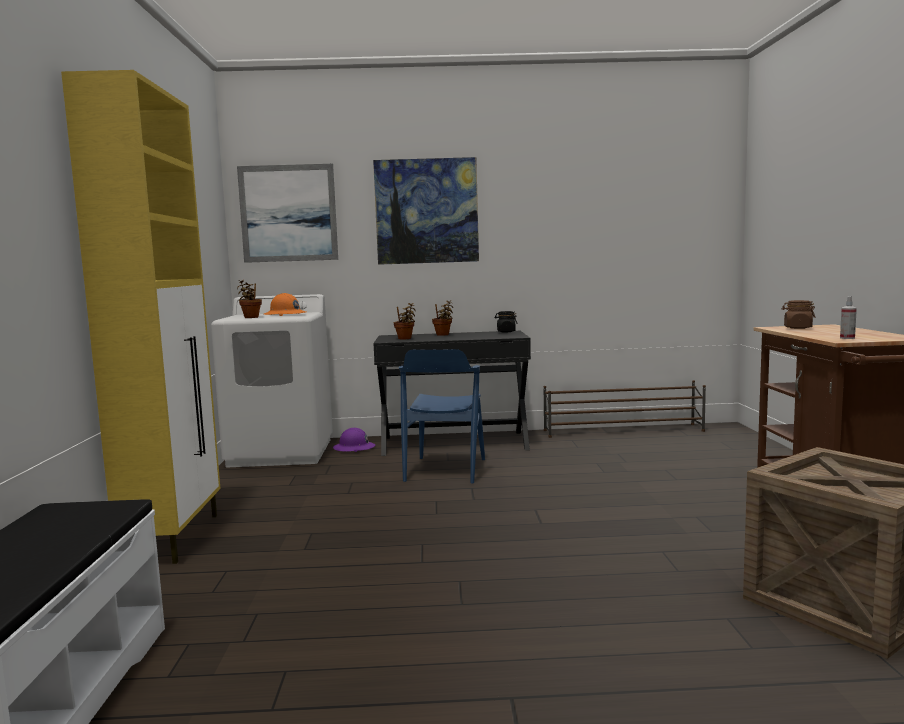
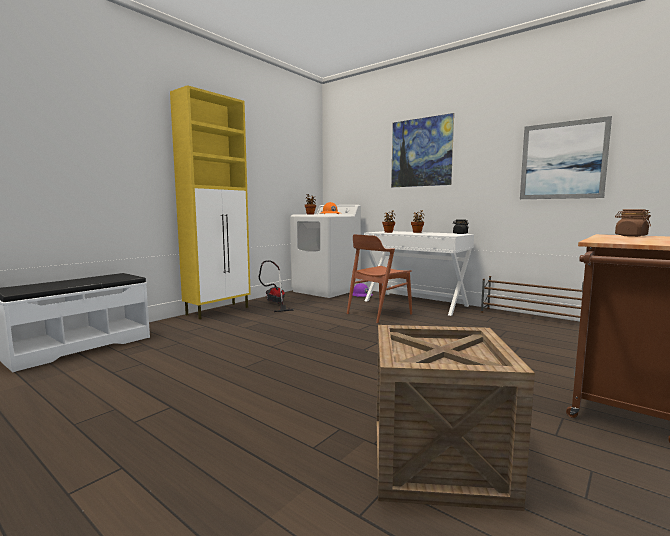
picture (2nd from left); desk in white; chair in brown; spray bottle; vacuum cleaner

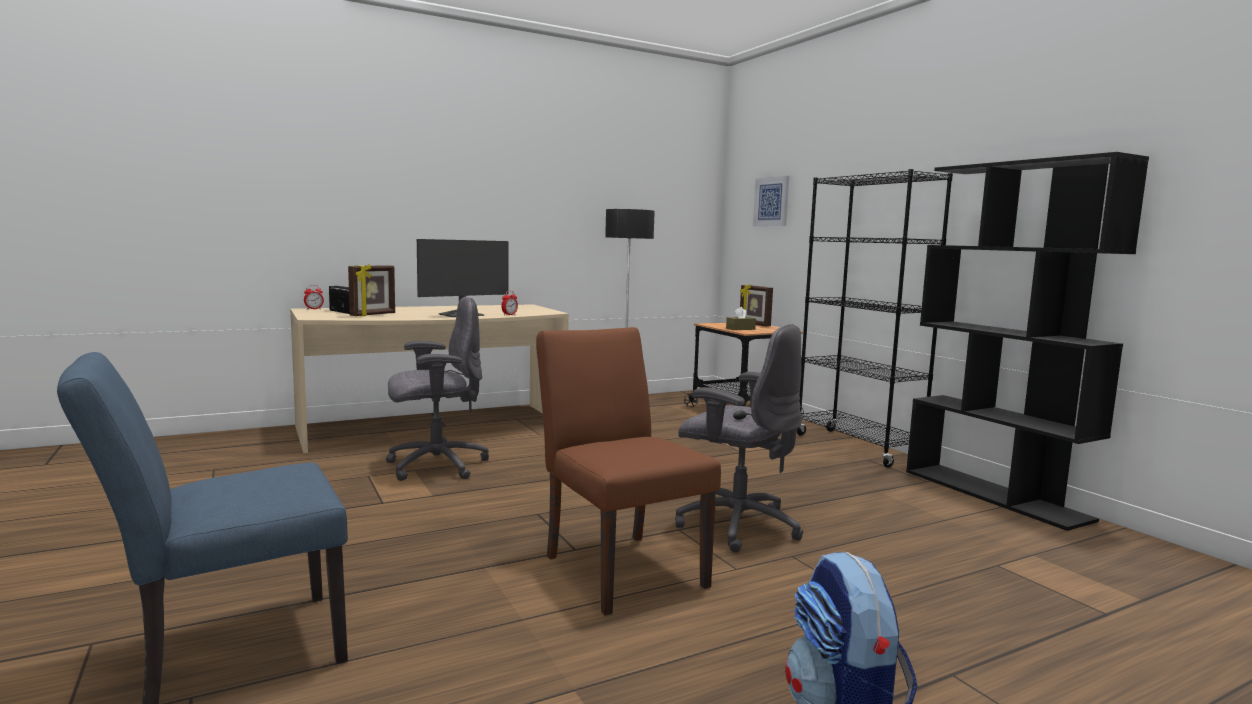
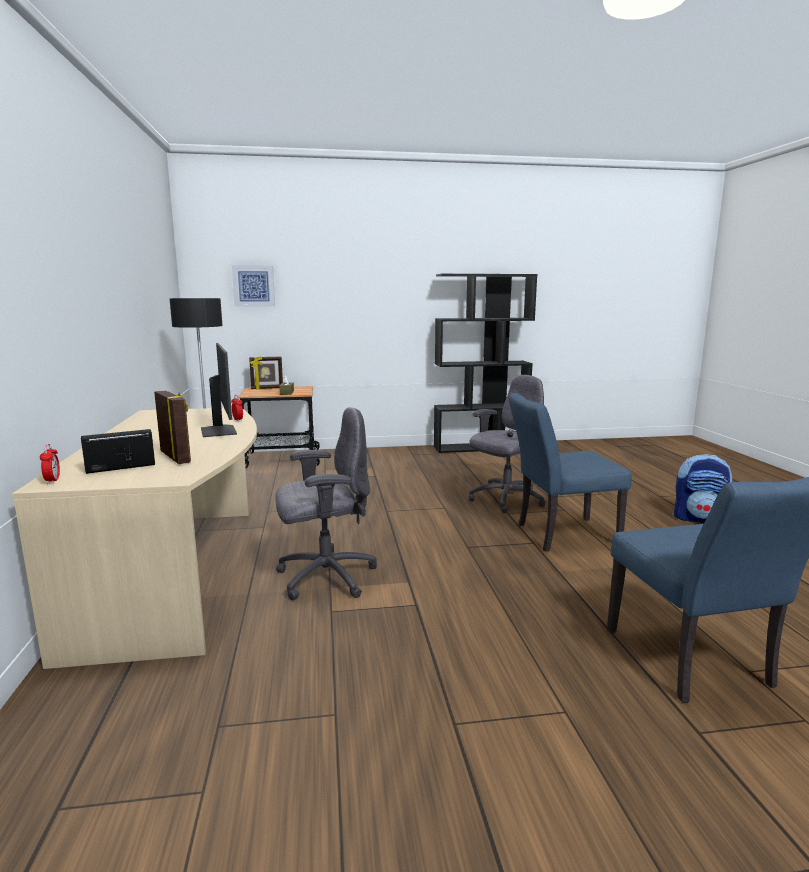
office chair in grey (1st from left); chair in blue (1st from left); bookcase in black (1st from left in the first image)

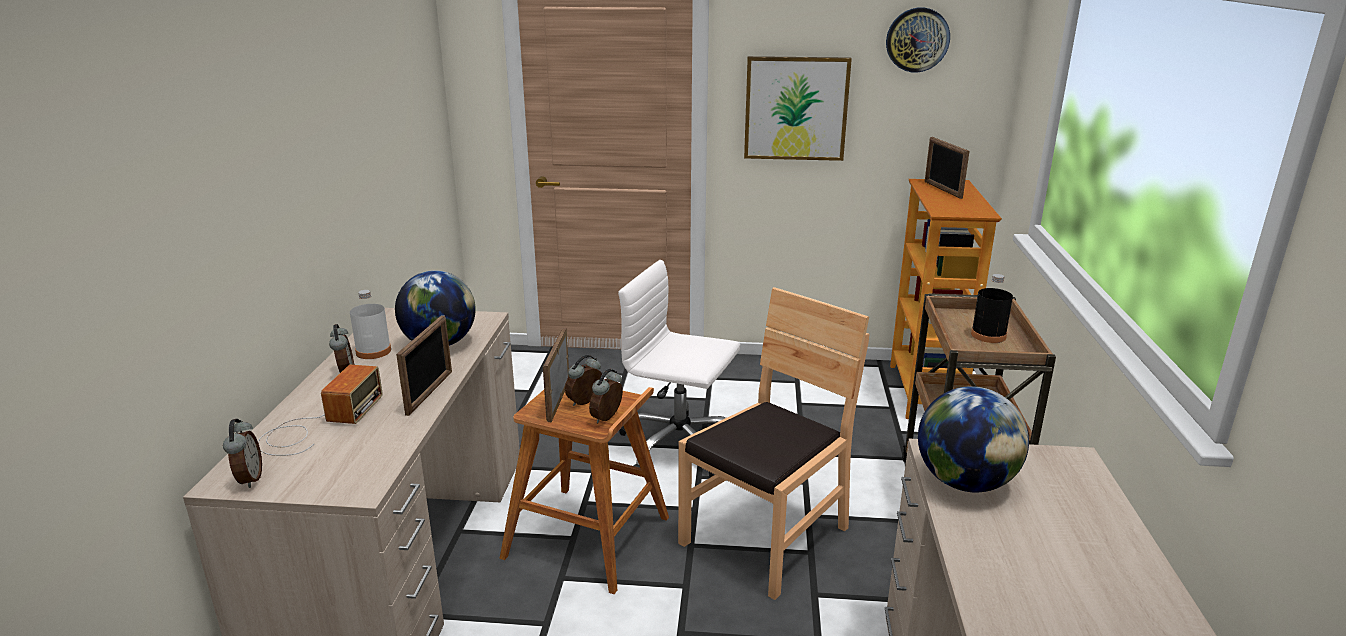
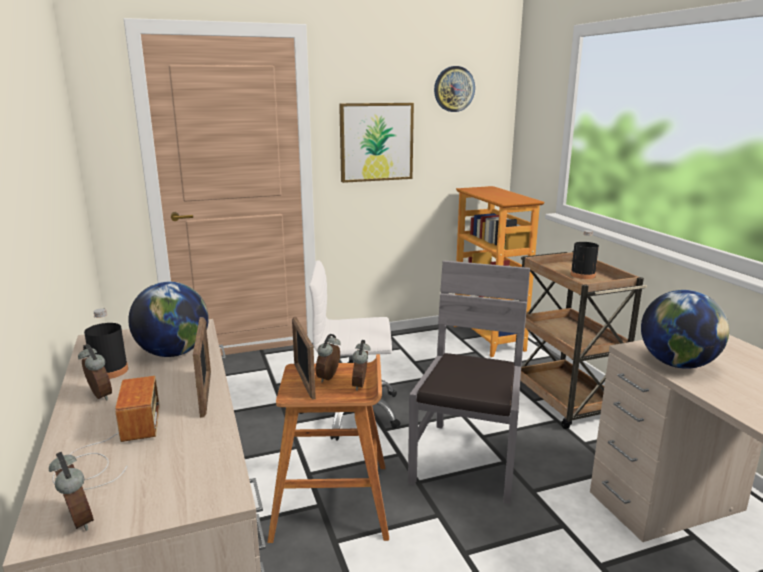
bottle in black (1st from left); chair in grey; picture frame (3rd from left in the first image)

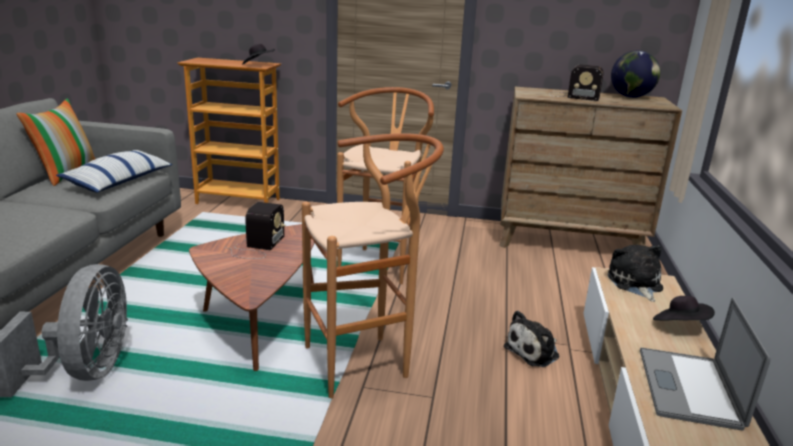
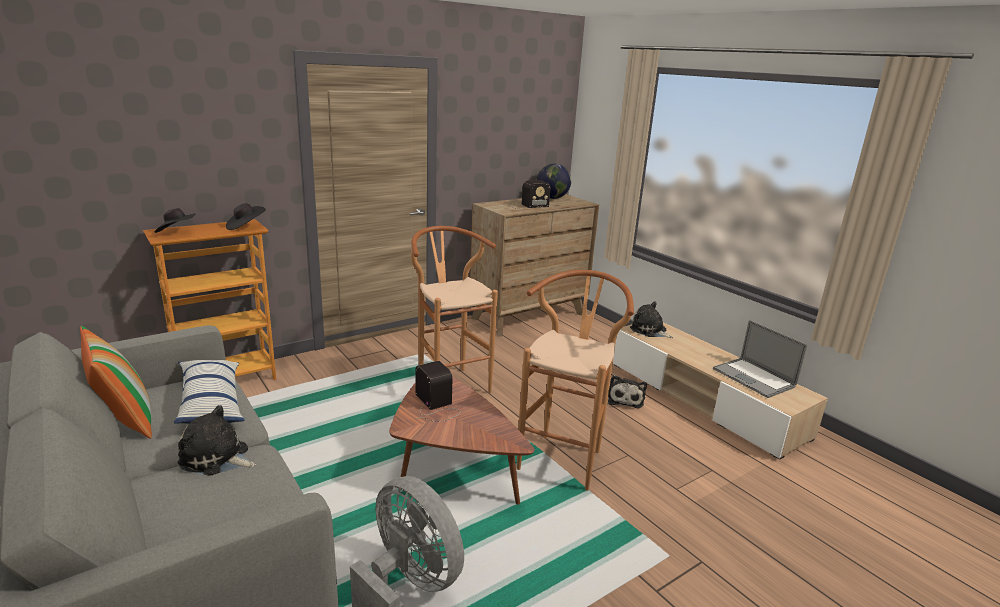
hat in black (1st from left); plush toy (1st from left)

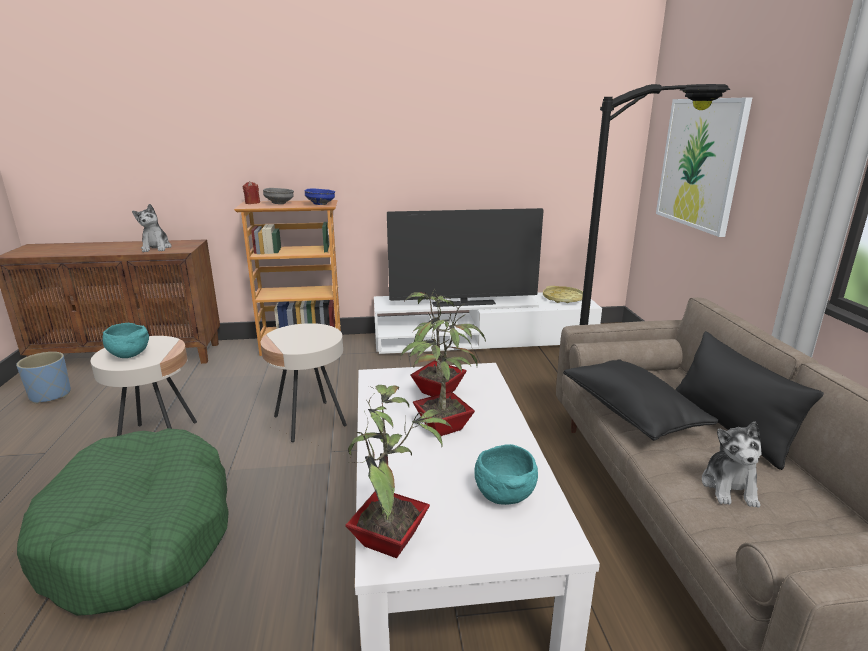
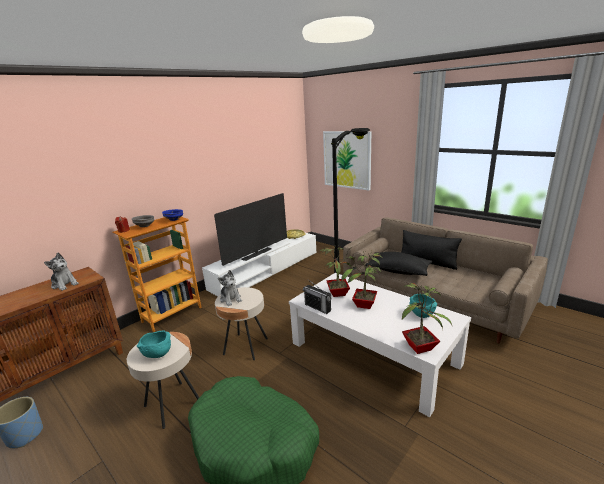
plush toy (2nd from left); radio

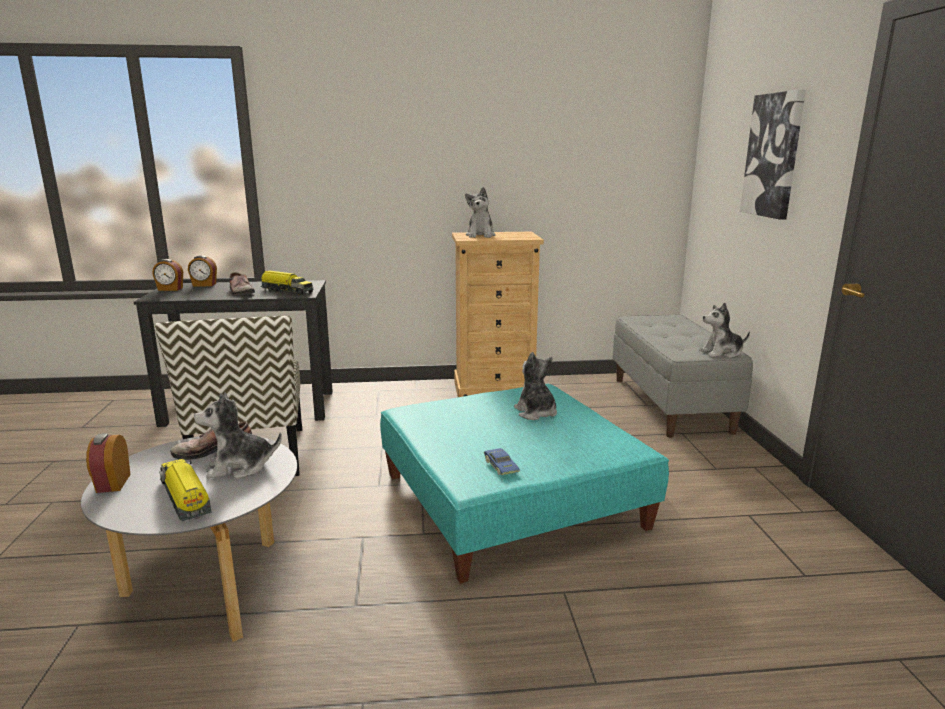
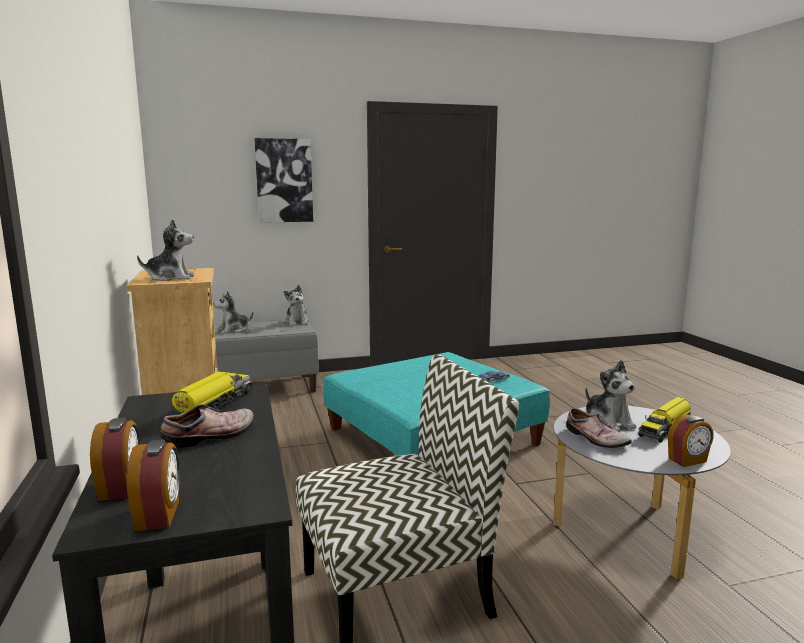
plush toy (2nd from left)

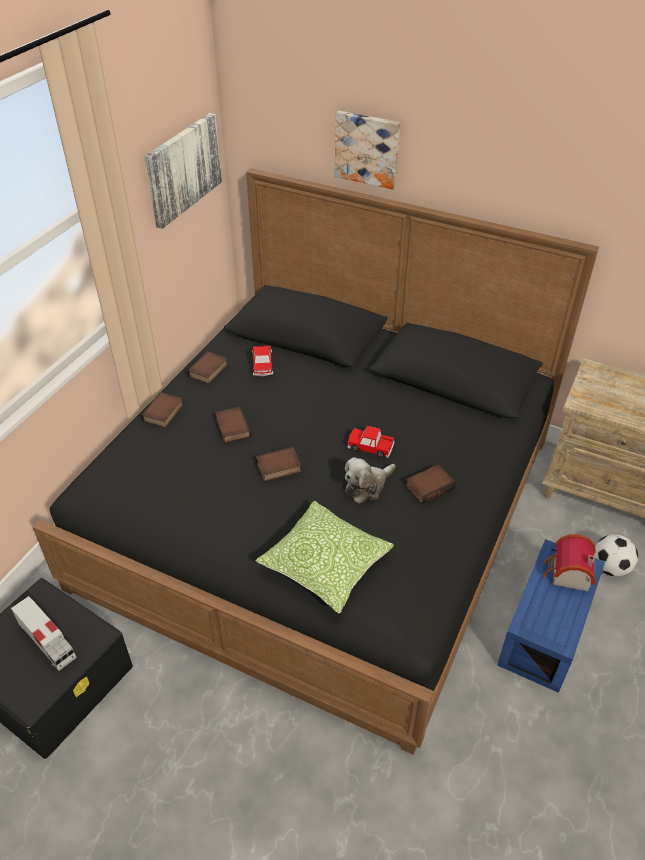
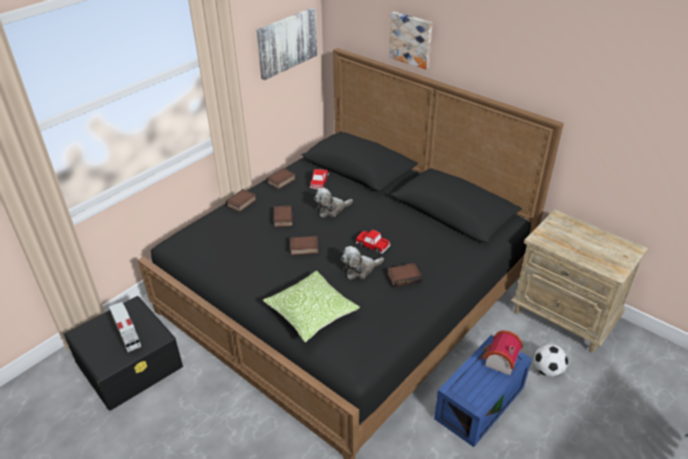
plush toy (1st from left)

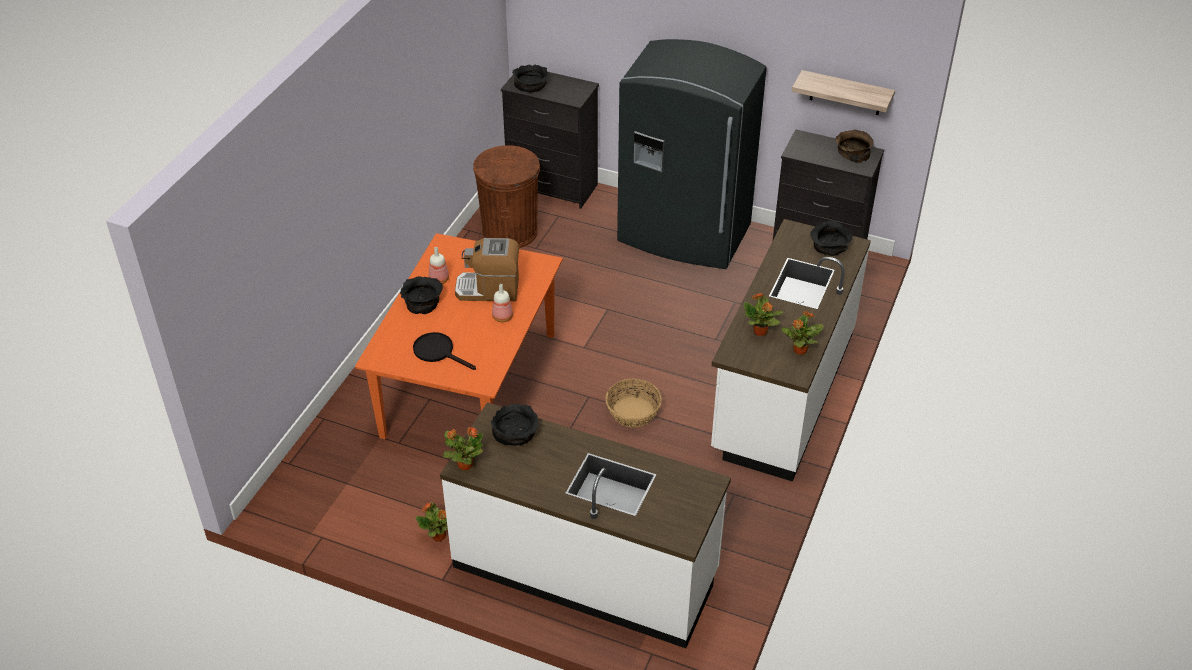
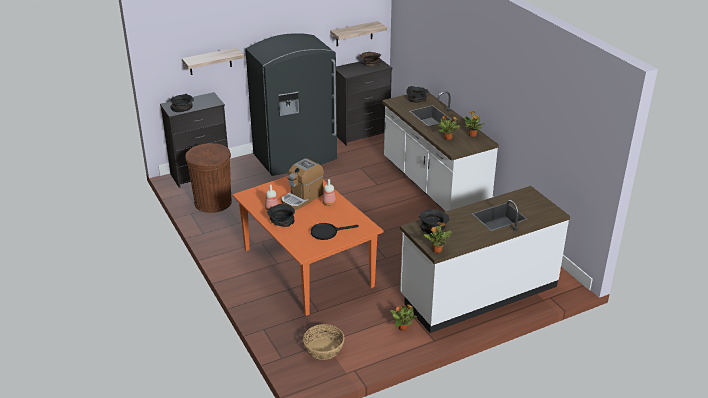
basket; shelf (1st from left)

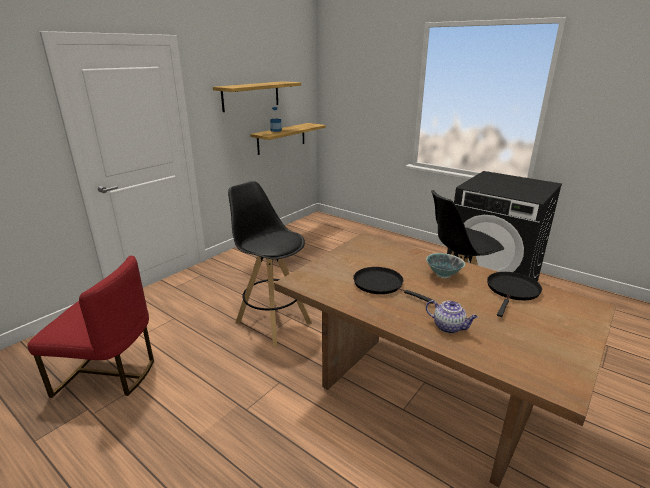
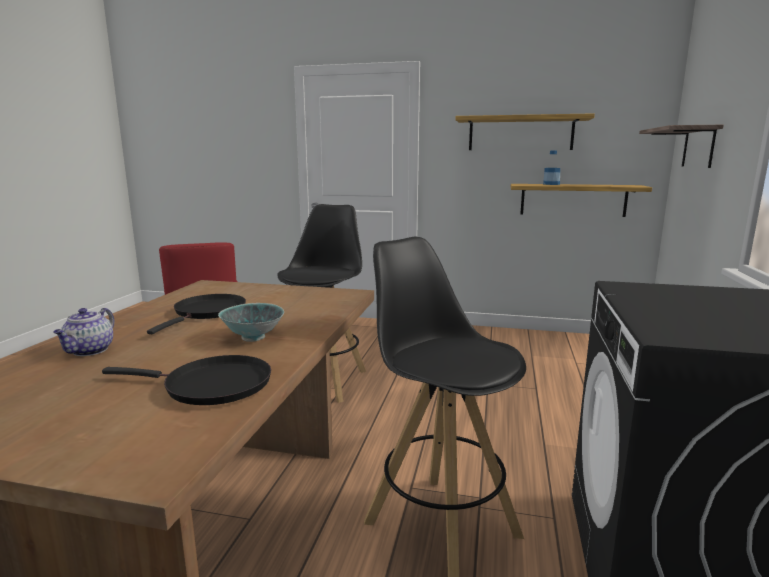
shelf (3rd from left)

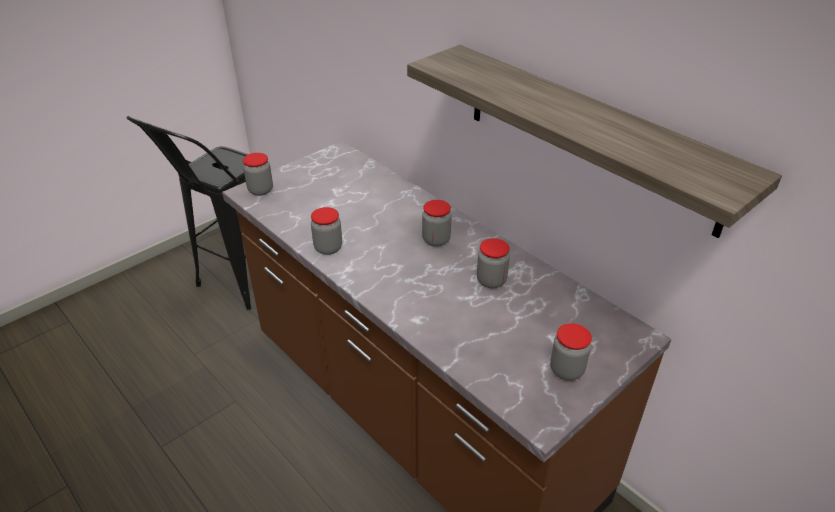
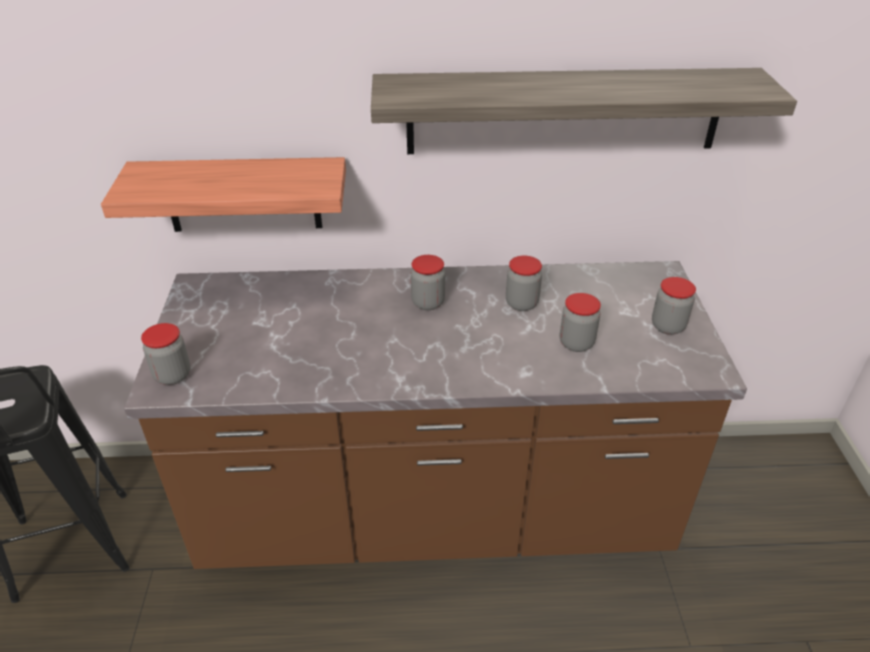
jar (4th from left); shelf (1st from left)

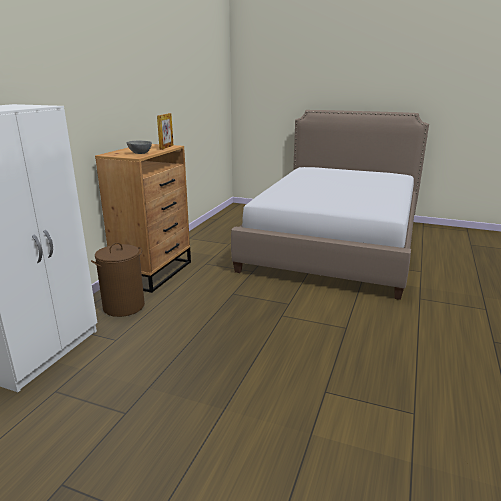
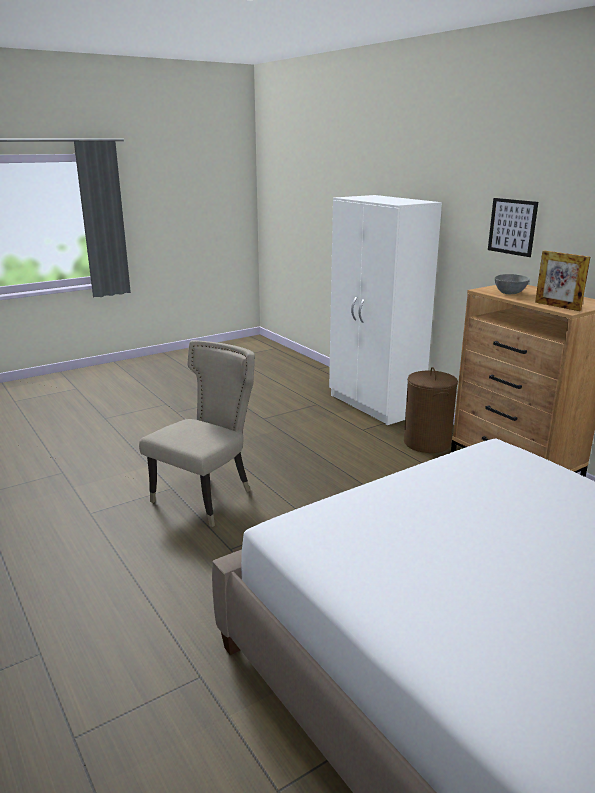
chair in beige; picture

